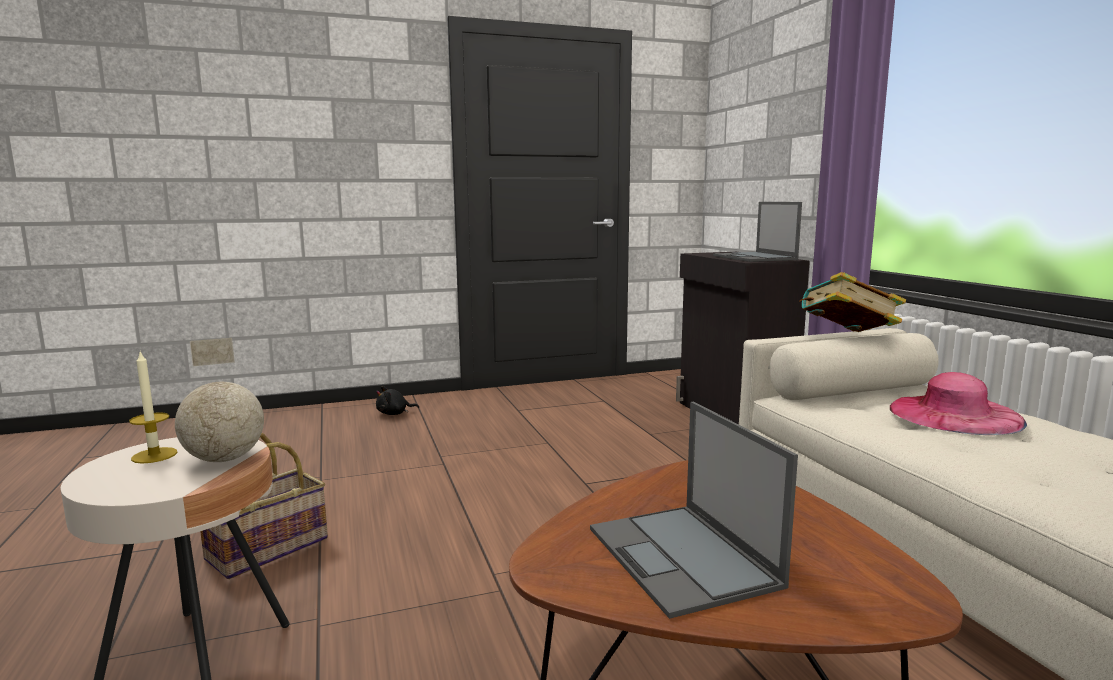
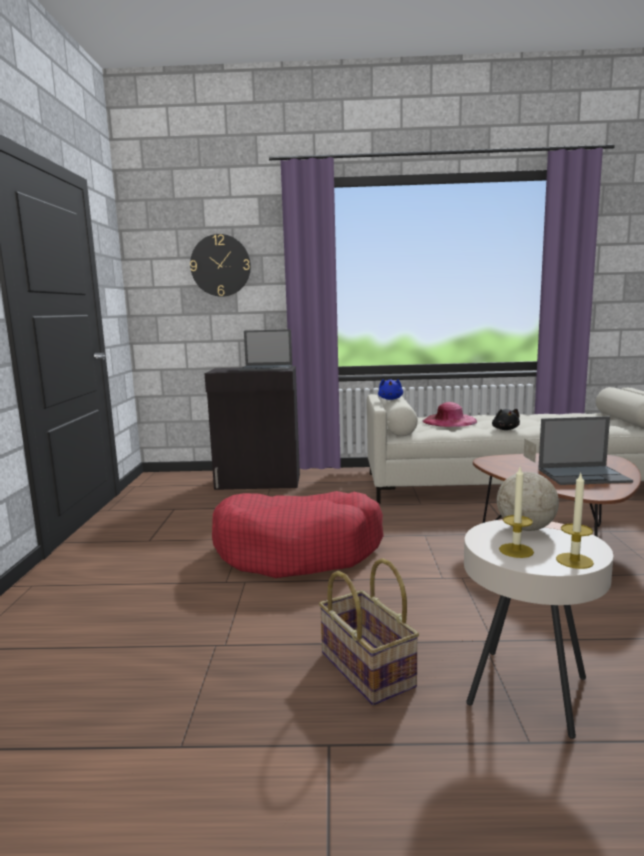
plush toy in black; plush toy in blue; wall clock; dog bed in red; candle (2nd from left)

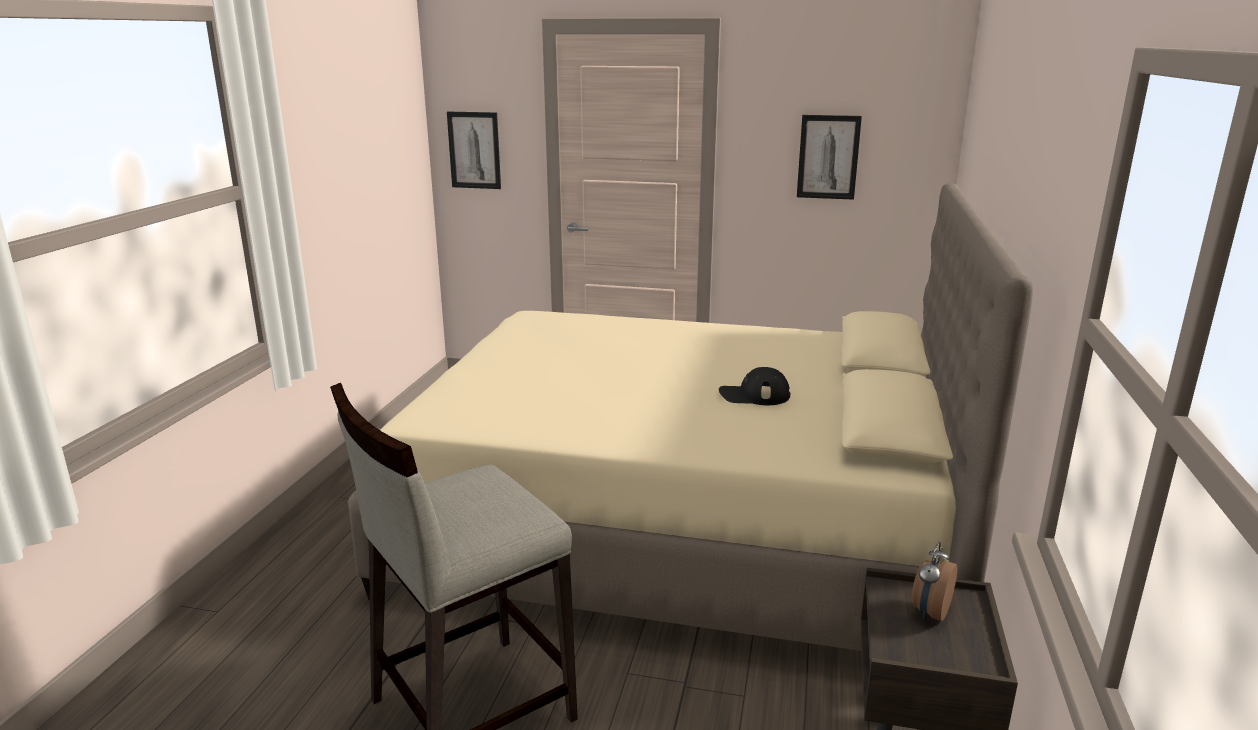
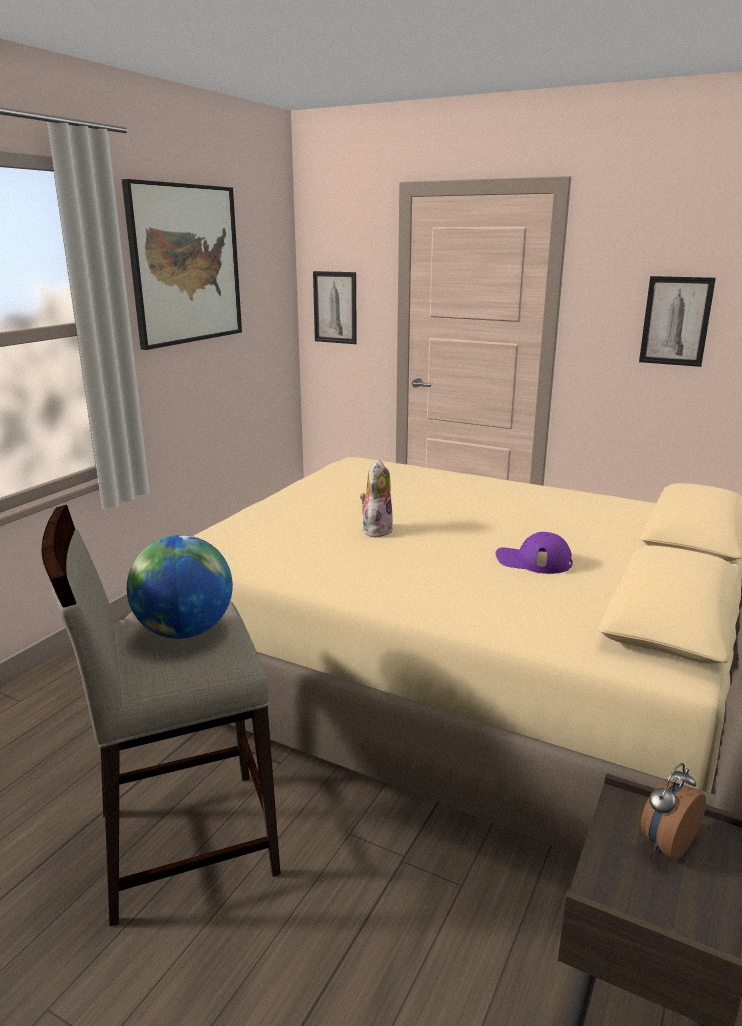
cap in purple; picture (1st from left); globe; plush toy

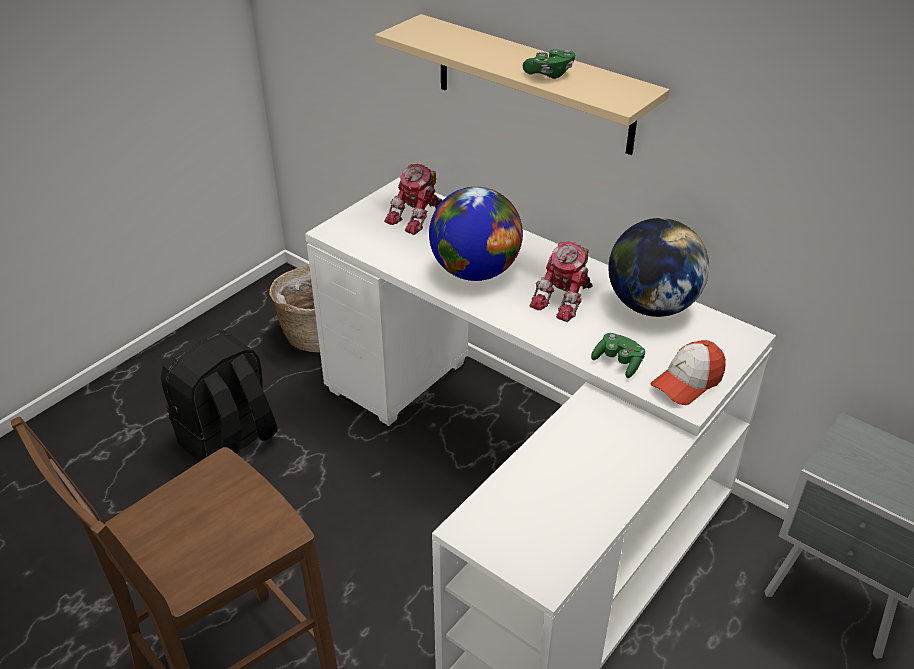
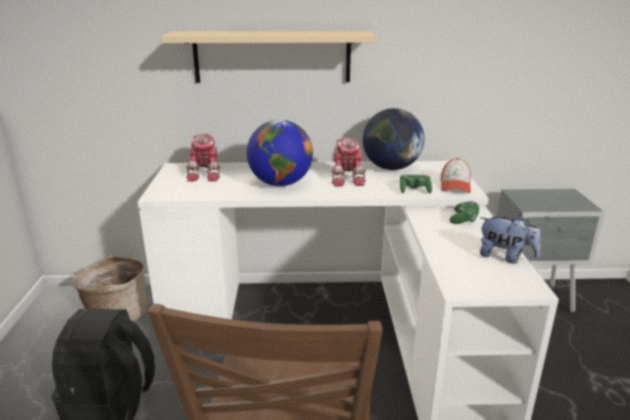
game controller in green (2nd from left); plush toy

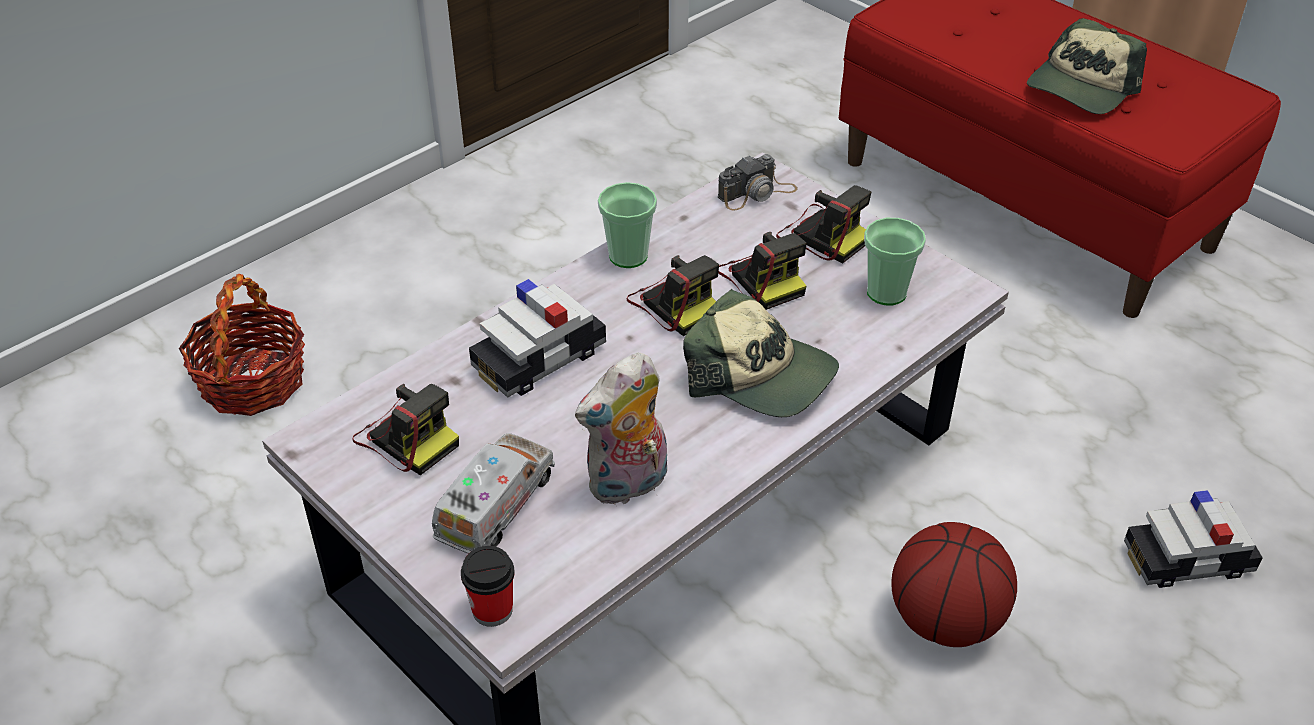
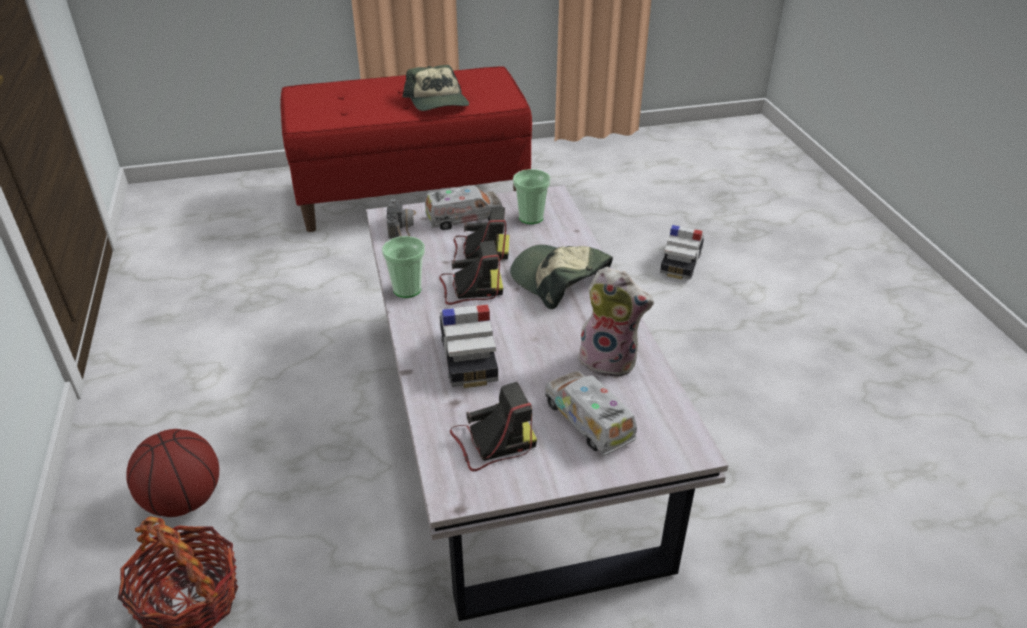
cup (1st from left in the first image); plush toy; cap (2nd from left); toy truck (1st from left); basketball

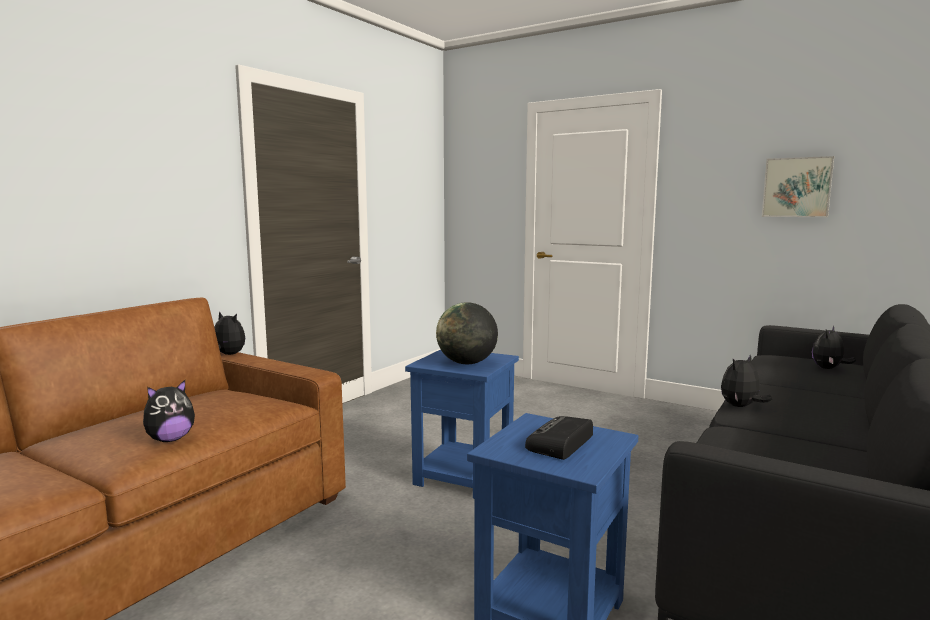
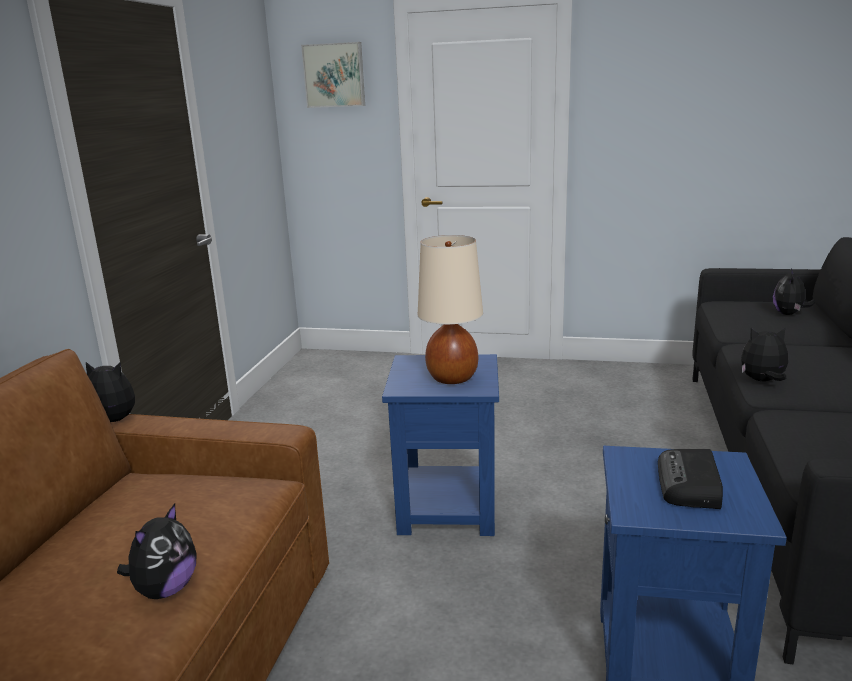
table lamp in beige; plush toy (3rd from left); picture

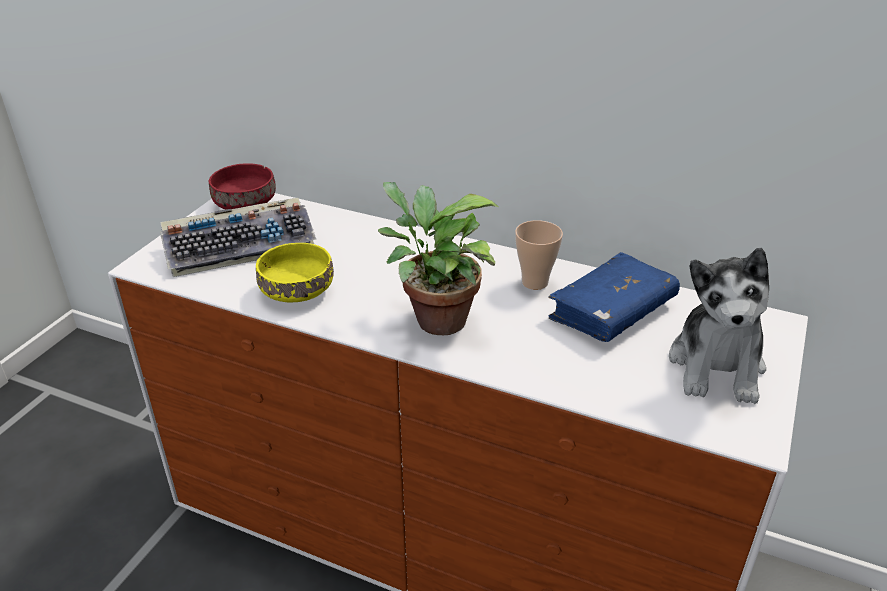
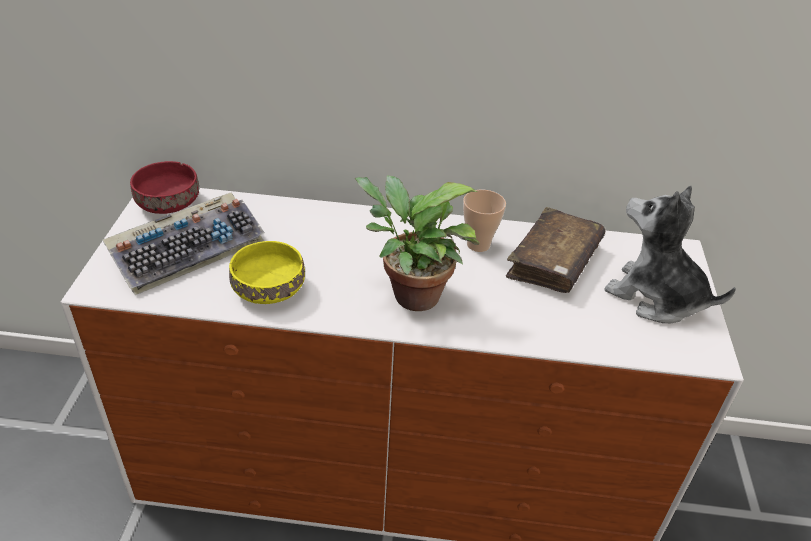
book in brown; plush toy

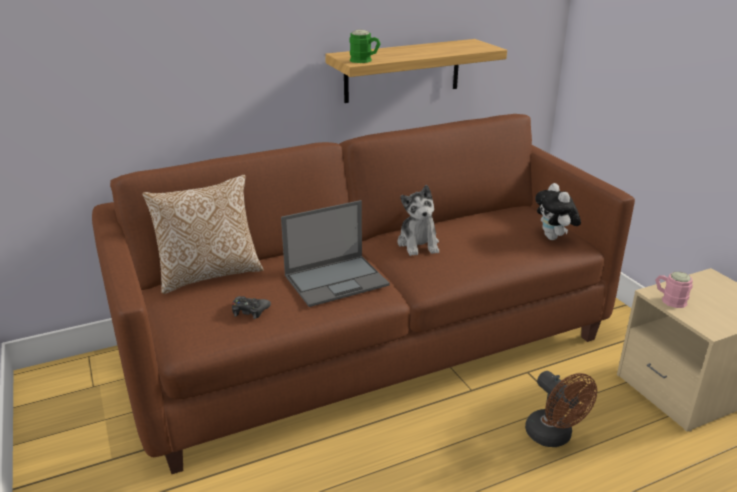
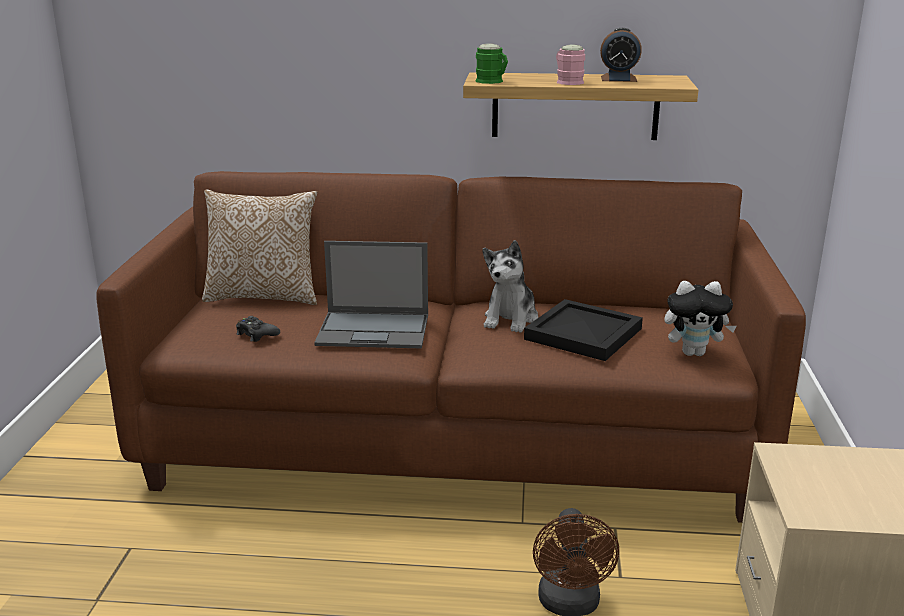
plush toy (2nd from left); mug in pink; tray in black; alarm clock

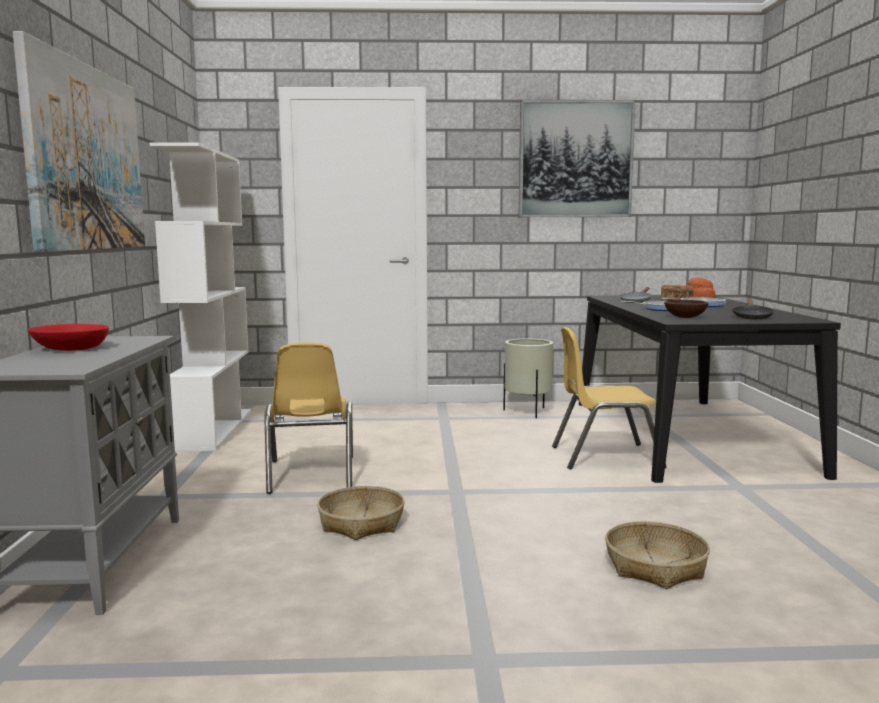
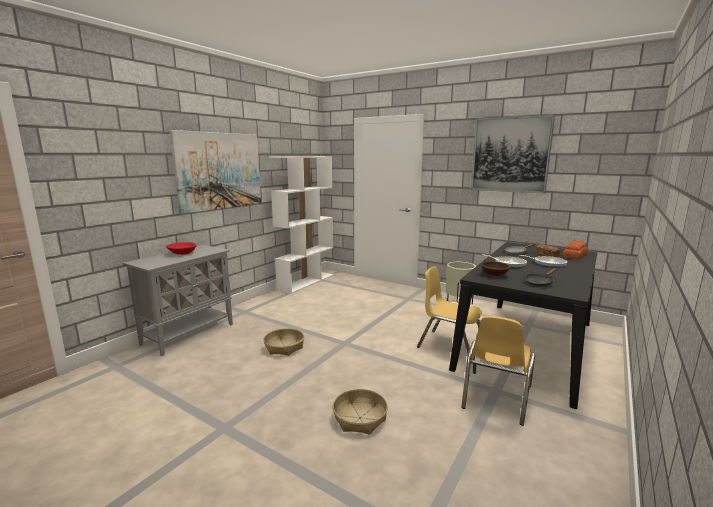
chair in yellow (2nd from left)

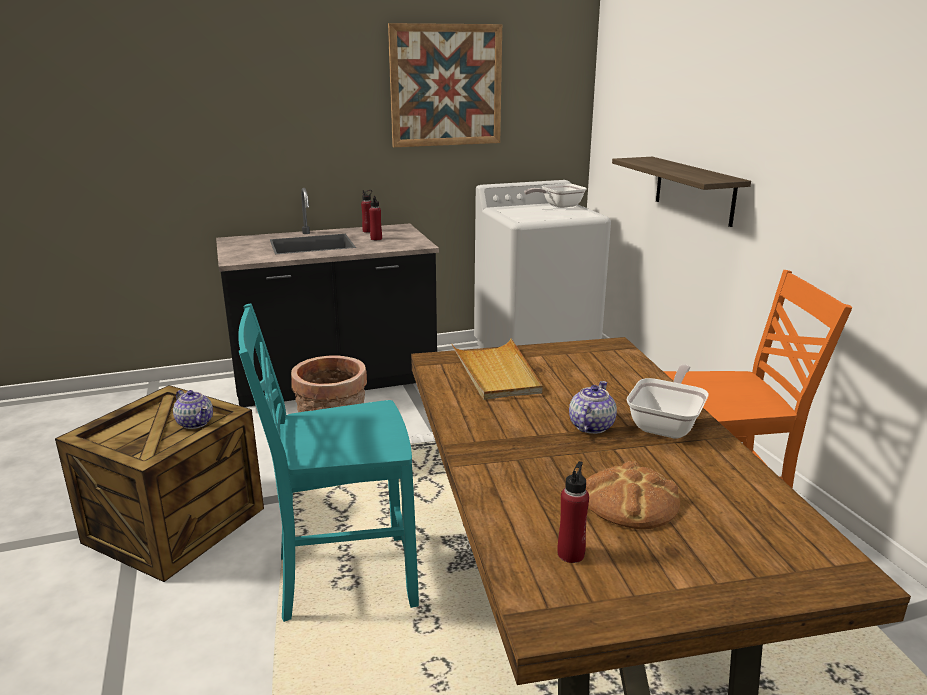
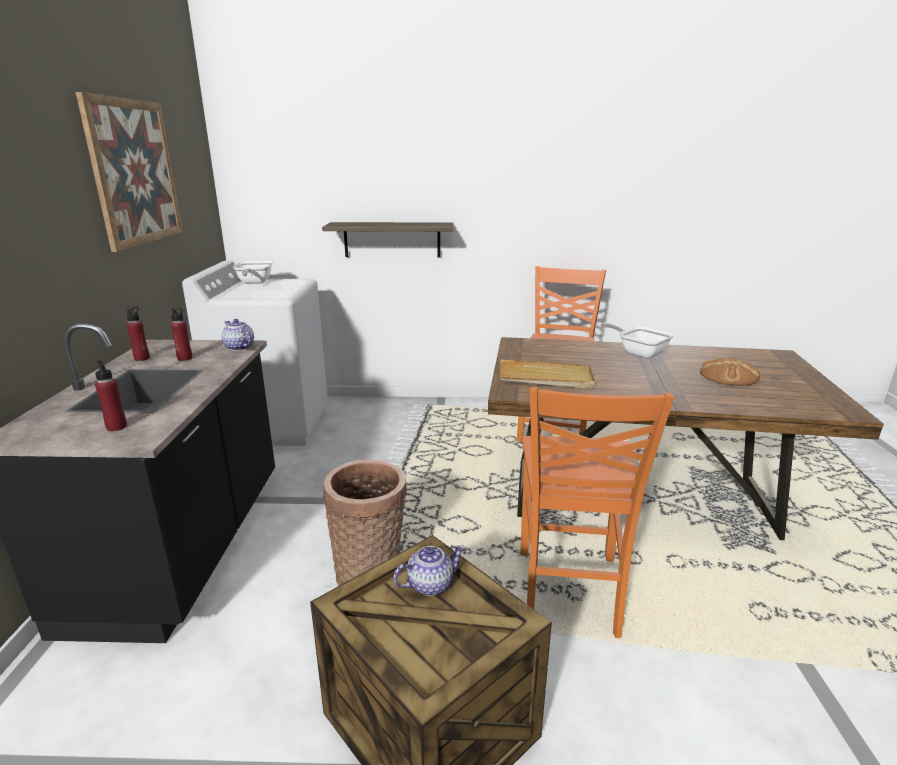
chair in orange (2nd from left); bottle in red (1st from left); teapot (1st from left)

